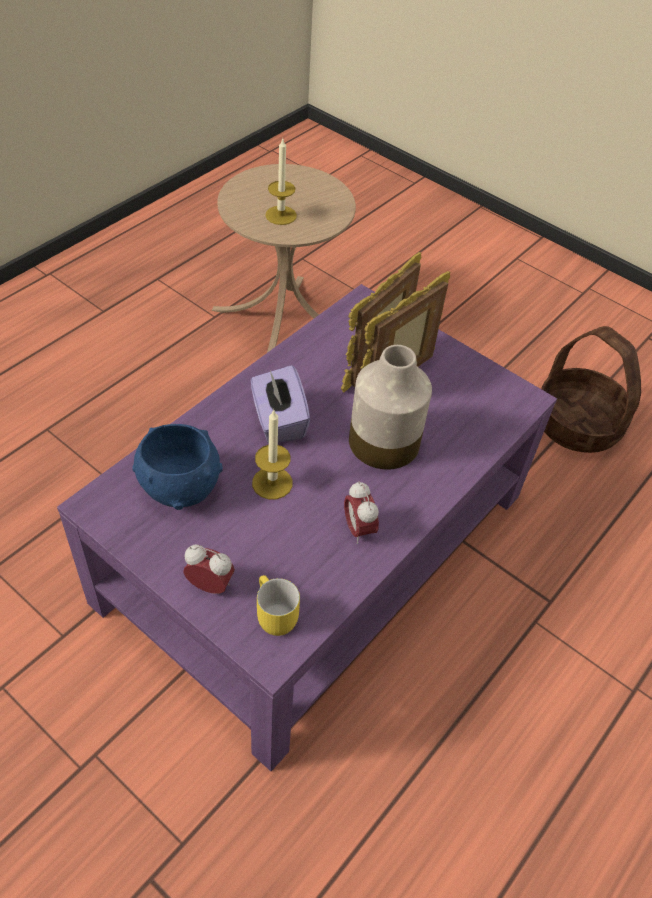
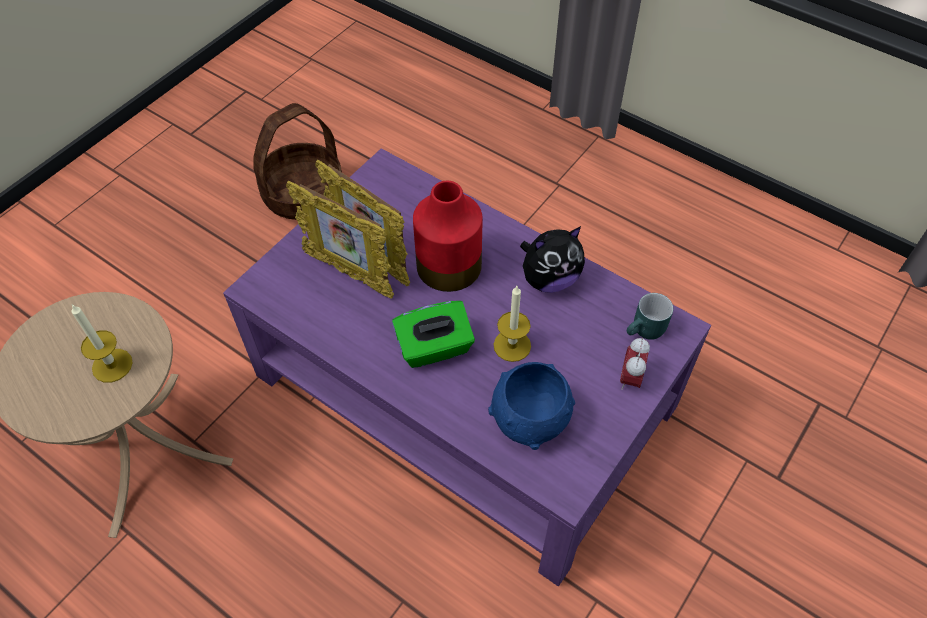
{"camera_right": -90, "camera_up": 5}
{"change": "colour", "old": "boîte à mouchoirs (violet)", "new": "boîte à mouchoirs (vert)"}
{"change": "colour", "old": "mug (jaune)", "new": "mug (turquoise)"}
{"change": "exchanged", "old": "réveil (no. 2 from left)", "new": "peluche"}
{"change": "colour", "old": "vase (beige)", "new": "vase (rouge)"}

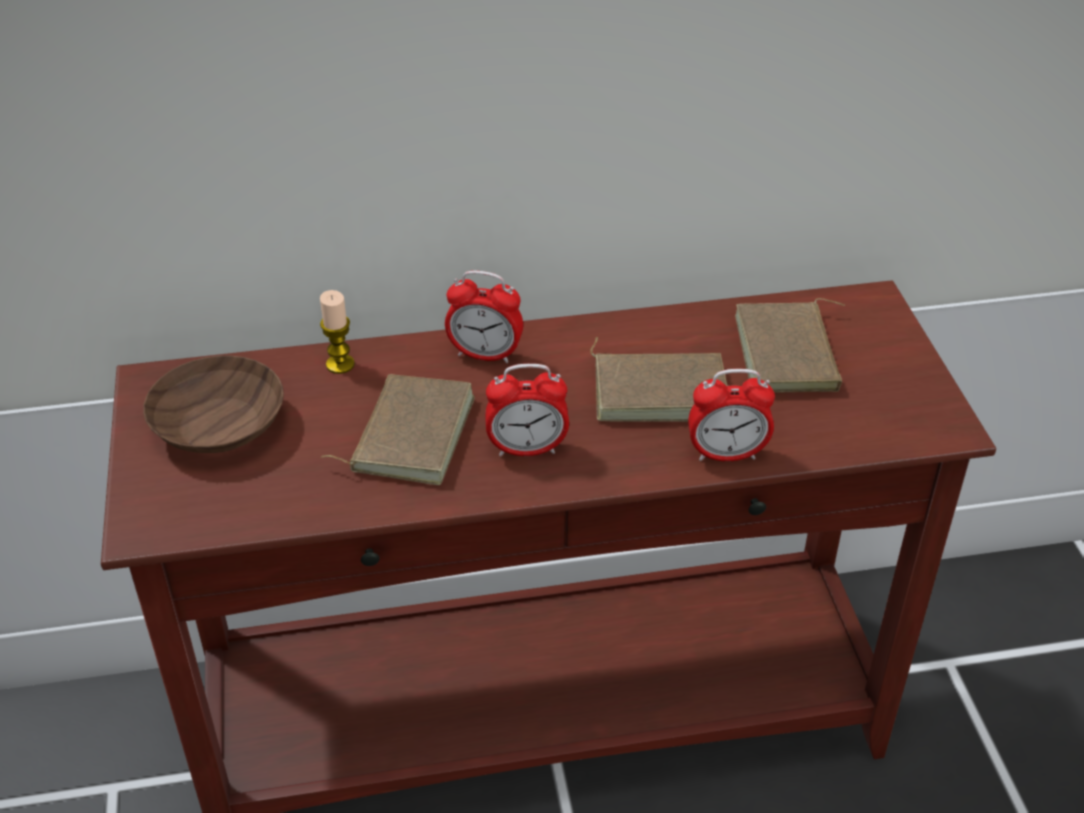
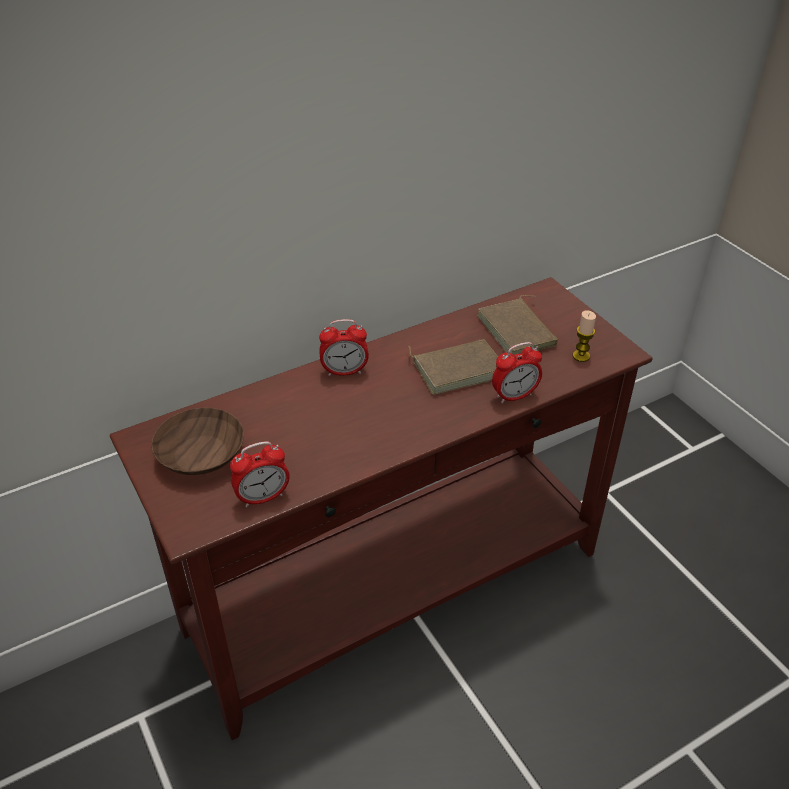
{"camera_right": -20, "camera_up": 0}
{"change": "relocated", "old": "bougie"}
{"change": "missing", "old": "livre (marron) (no. 1 from left)"}
{"change": "relocated", "old": "réveil (no. 2 from left in the first image)", "new": "réveil (no. 1 from left)"}

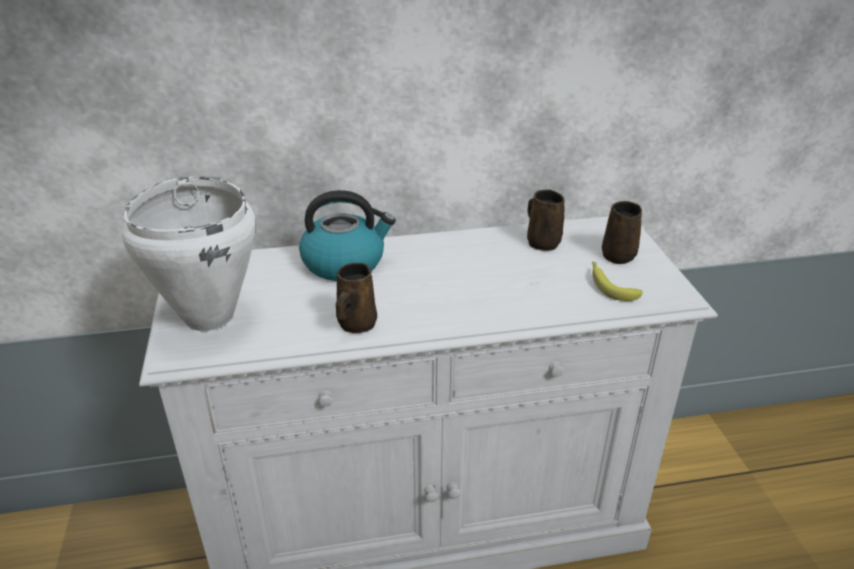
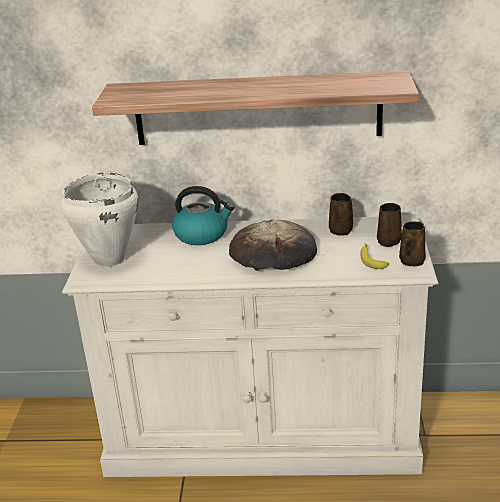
{"camera_right": 15, "camera_up": -5}
{"change": "relocated", "old": "mug (marron) (no. 1 from left in the first image)", "new": "mug (marron) (no. 3 from left)"}
{"change": "appeared", "new": "étagère"}
{"change": "appeared", "new": "pain"}

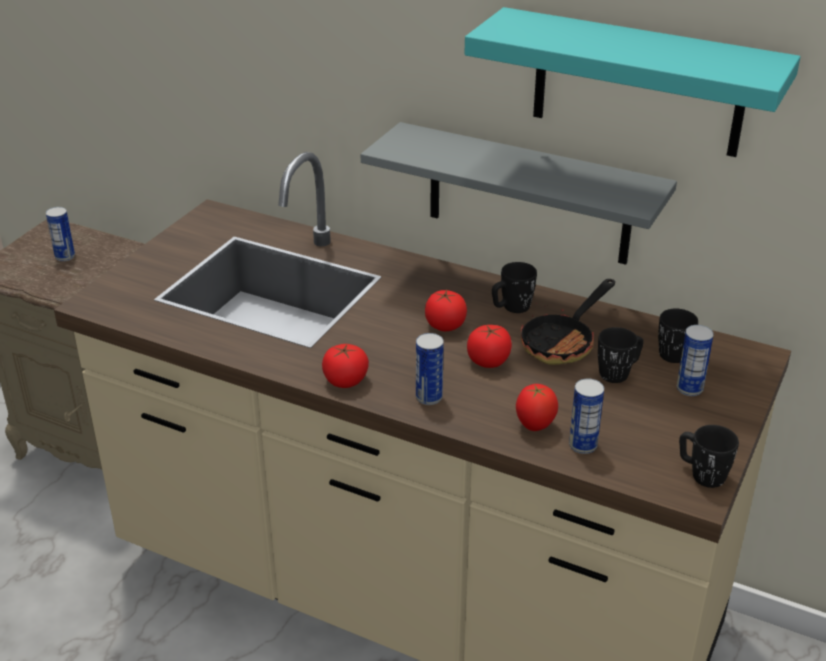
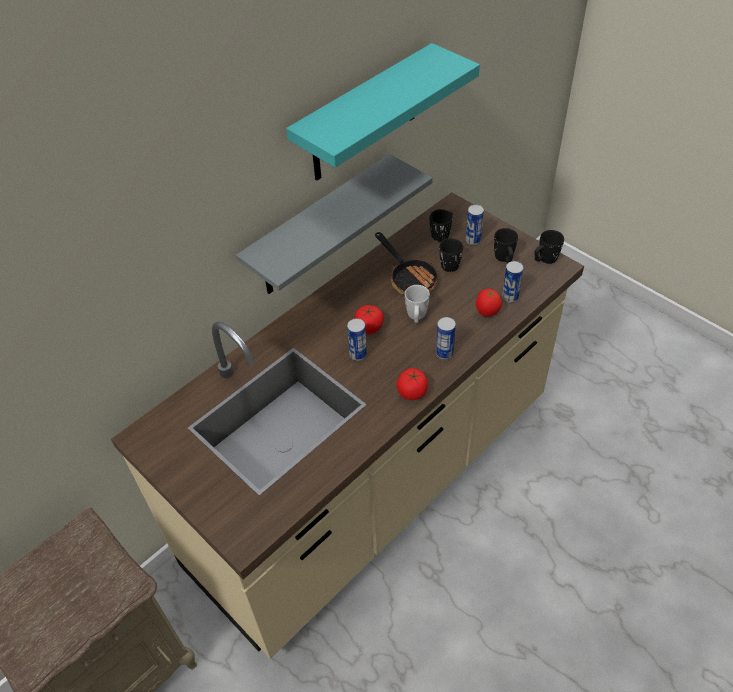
{"camera_right": -70, "camera_up": 15}
{"change": "relocated", "old": "boîte métallique (no. 1 from left)"}
{"change": "exchanged", "old": "tomate (no. 3 from left)", "new": "mug (blanc)"}
{"change": "relocated", "old": "mug (noir) (no. 1 from left in the first image)", "new": "mug (noir) (no. 3 from left)"}

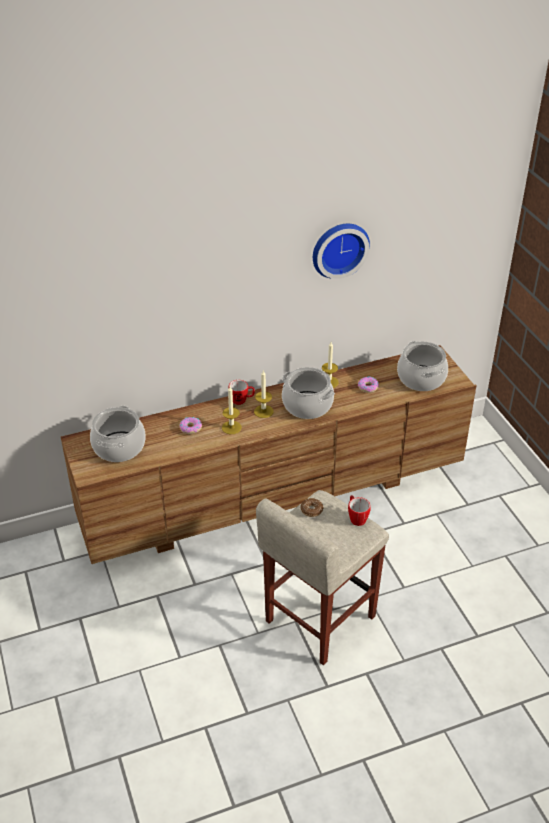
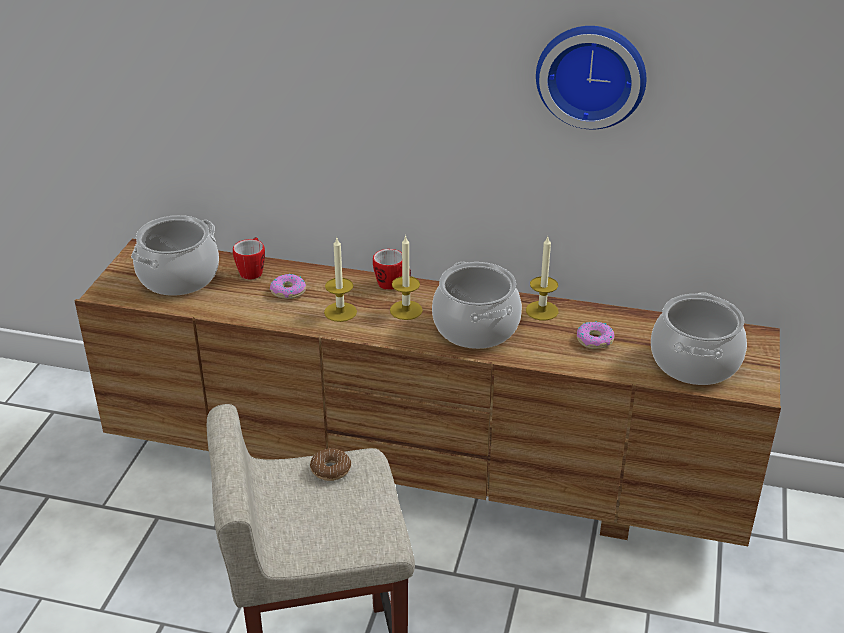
{"camera_right": 35, "camera_up": -5}
{"change": "relocated", "old": "mug (no. 2 from left in the first image)", "new": "mug (no. 1 from left)"}

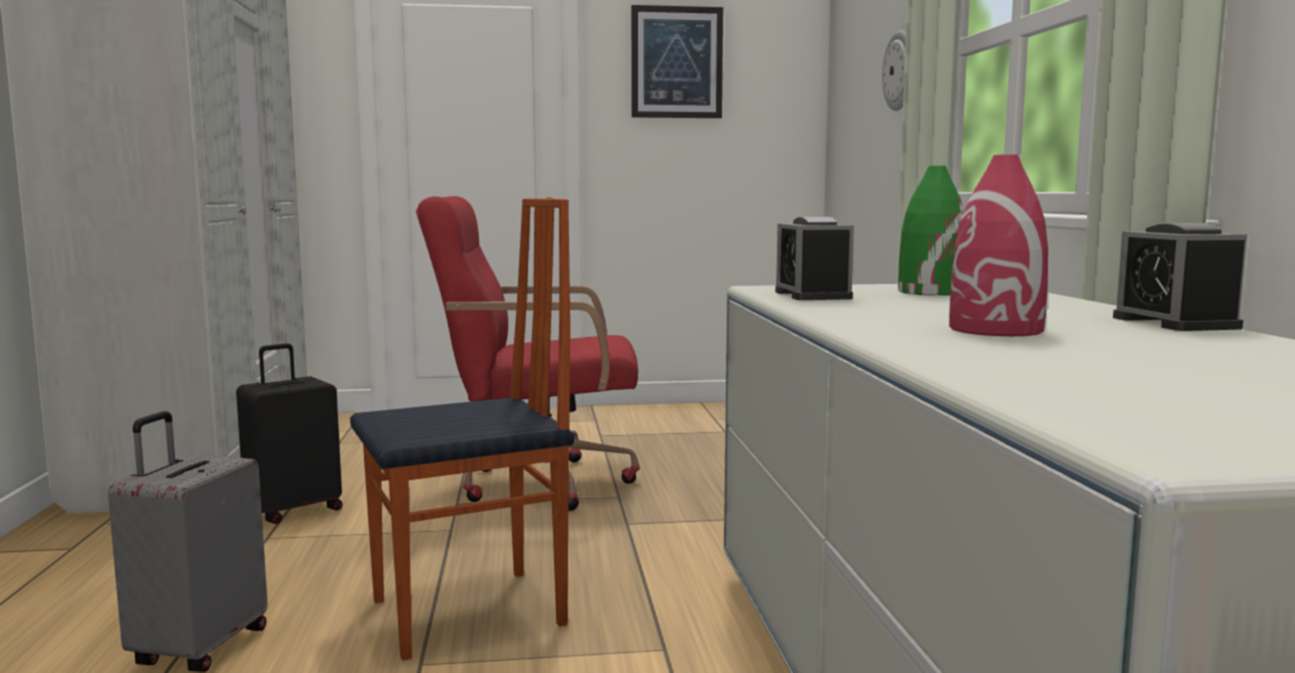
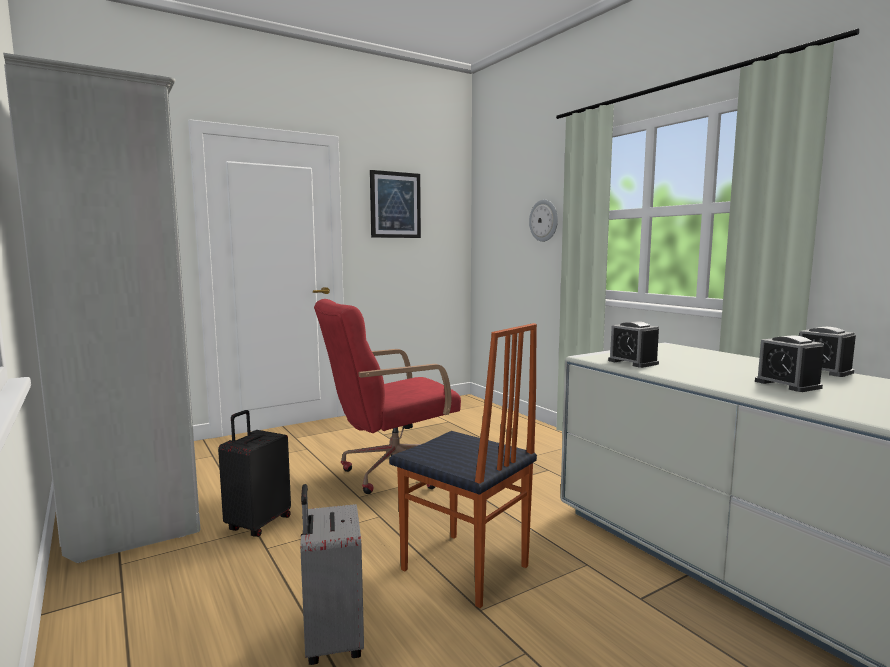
{"camera_right": -25, "camera_up": 0}
{"change": "spun", "old": "chaise", "degrees": 90}
{"change": "missing", "old": "vase (vert)"}
{"change": "exchanged", "old": "vase (rouge)", "new": "réveil (no. 2 from left)"}

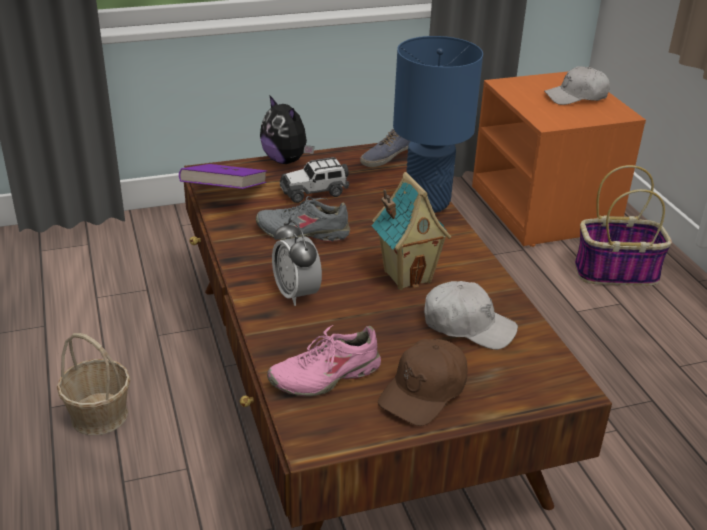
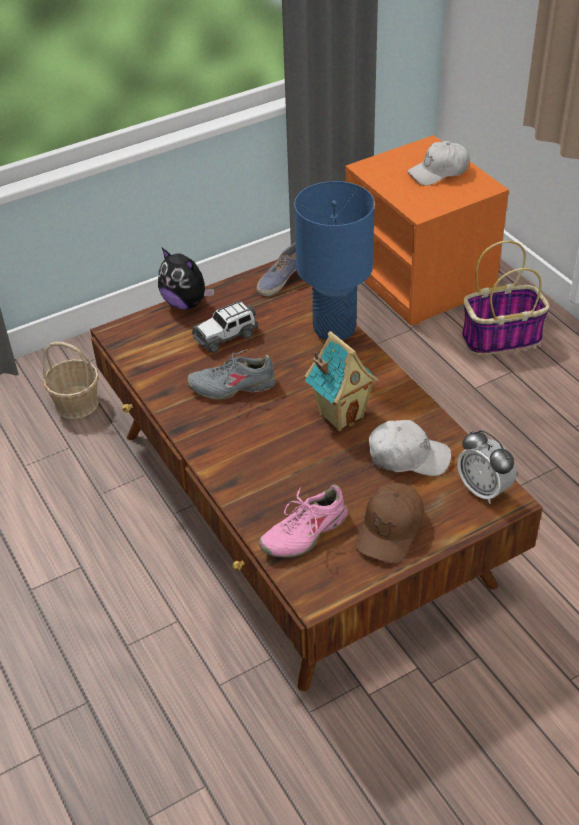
{"camera_right": -10, "camera_up": 10}
{"change": "relocated", "old": "panier (no. 1 from left)"}
{"change": "missing", "old": "livre (violet)"}
{"change": "relocated", "old": "réveil"}

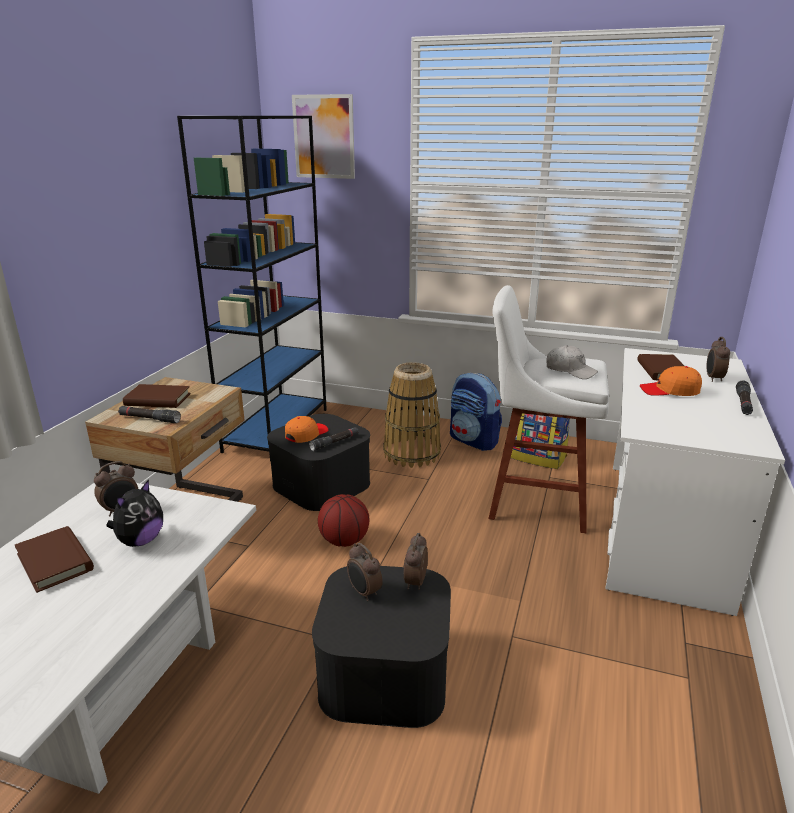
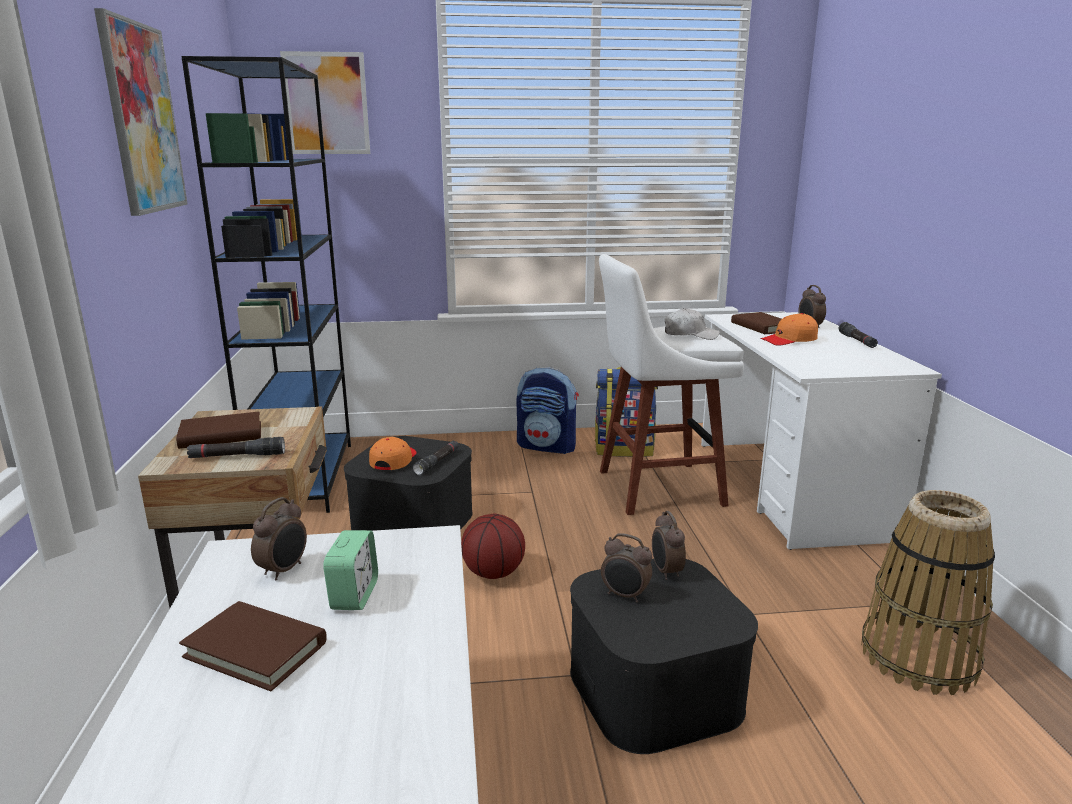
{"camera_right": -25, "camera_up": -5}
{"change": "exchanged", "old": "peluche", "new": "réveil (no. 2 from left)"}
{"change": "relocated", "old": "panier"}
{"change": "appeared", "new": "tableau (no. 1 from left)"}

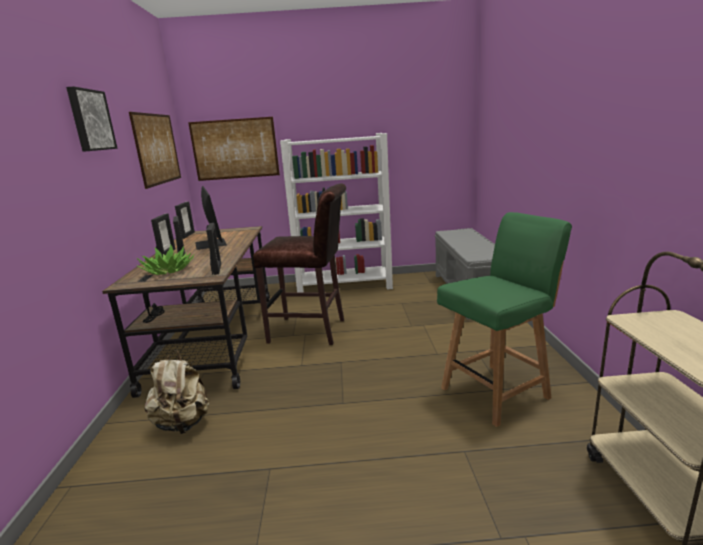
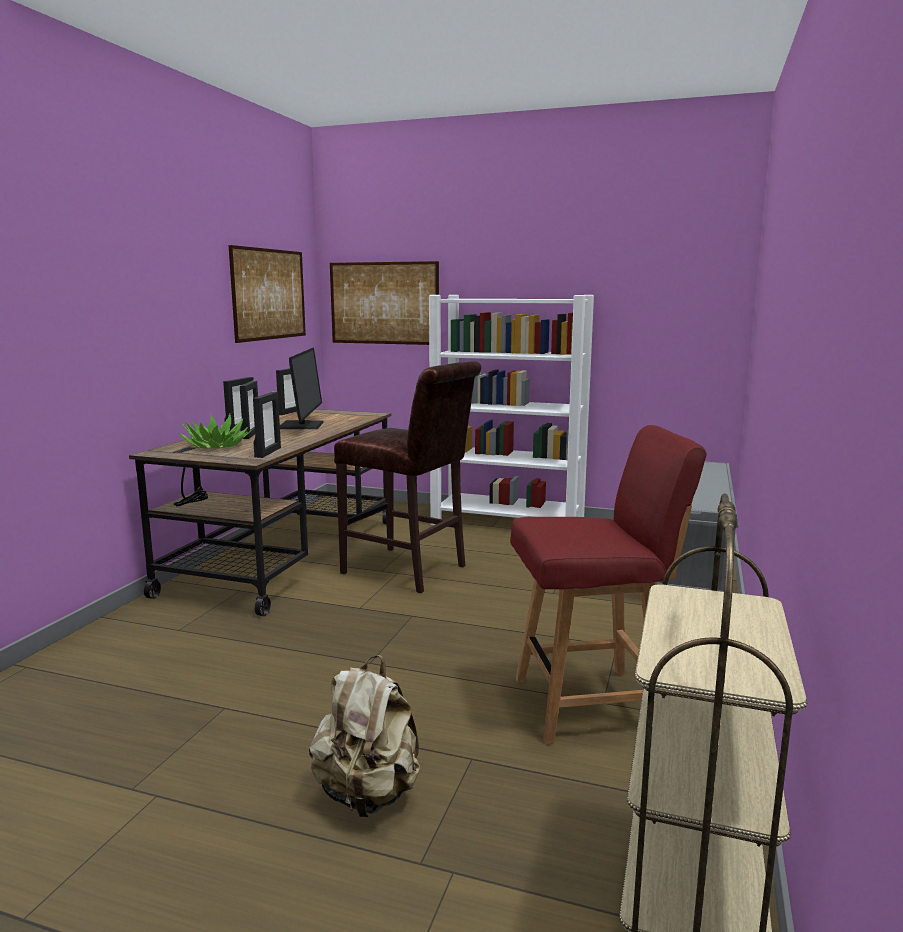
{"camera_right": 20, "camera_up": -5}
{"change": "missing", "old": "tableau (no. 1 from left)"}
{"change": "relocated", "old": "sac à dos (beige)"}
{"change": "colour", "old": "chaise (vert)", "new": "chaise (rouge)"}

